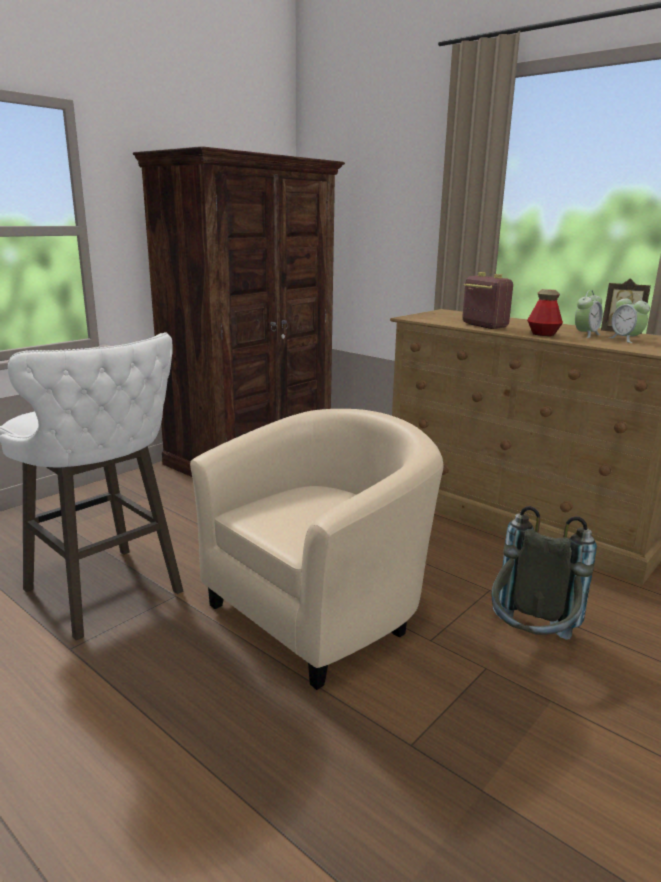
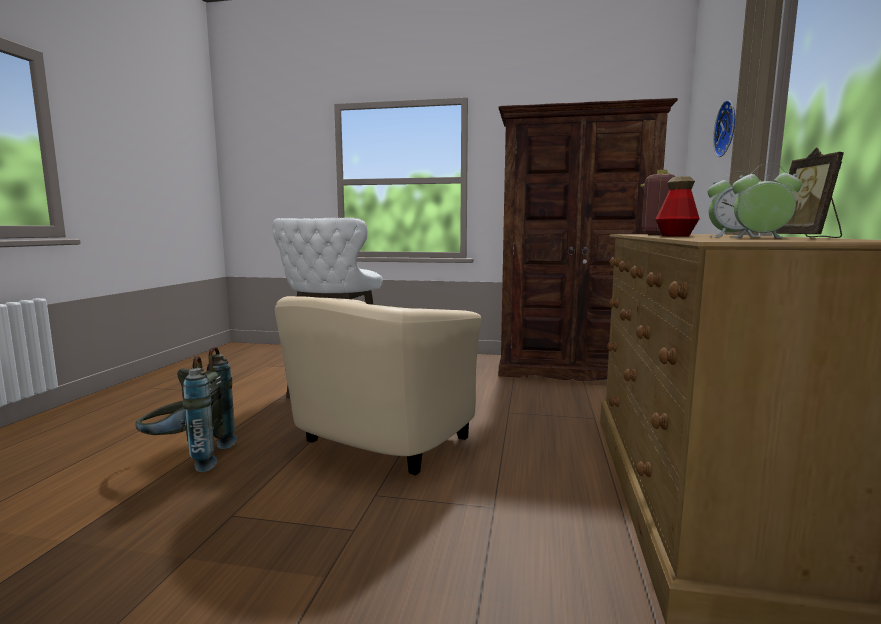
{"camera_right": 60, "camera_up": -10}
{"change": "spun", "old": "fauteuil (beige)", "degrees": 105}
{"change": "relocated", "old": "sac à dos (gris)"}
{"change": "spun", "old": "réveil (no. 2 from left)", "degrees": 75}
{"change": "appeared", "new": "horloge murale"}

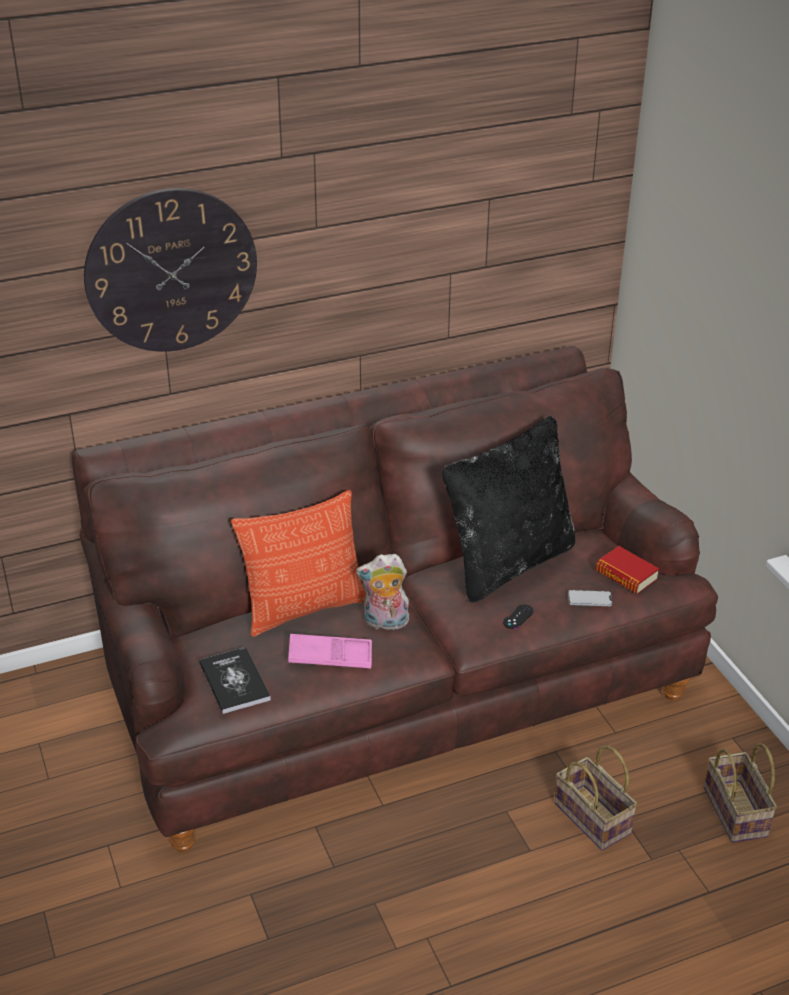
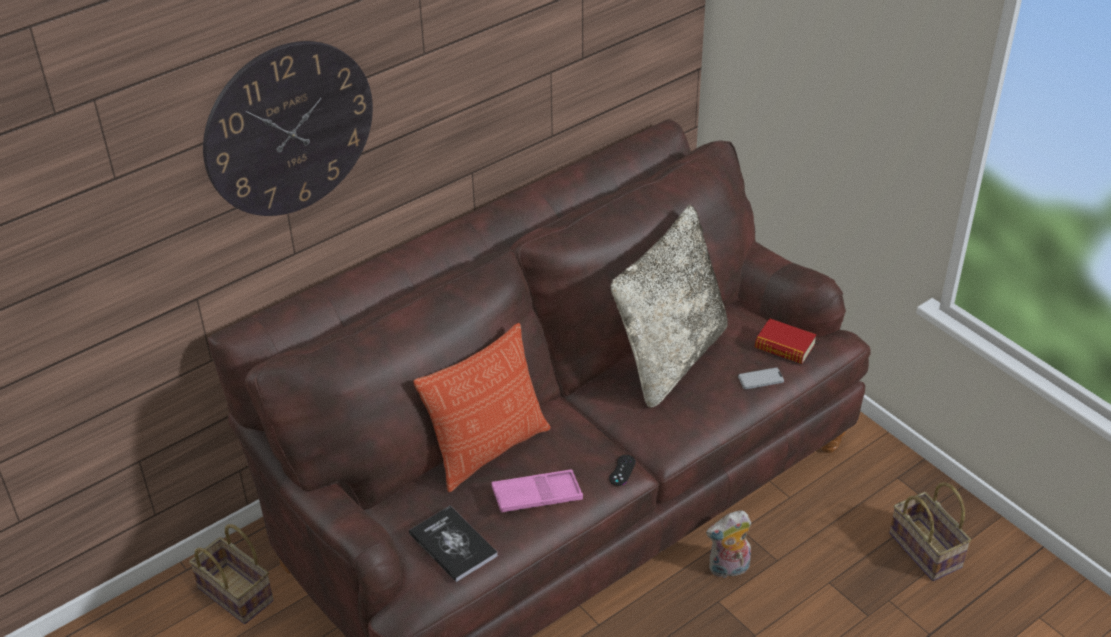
{"camera_right": -15, "camera_up": 5}
{"change": "relocated", "old": "peluche"}
{"change": "colour", "old": "coussin (noir)", "new": "coussin (beige)"}
{"change": "relocated", "old": "manette (noir)"}
{"change": "relocated", "old": "panier (no. 1 from left)"}

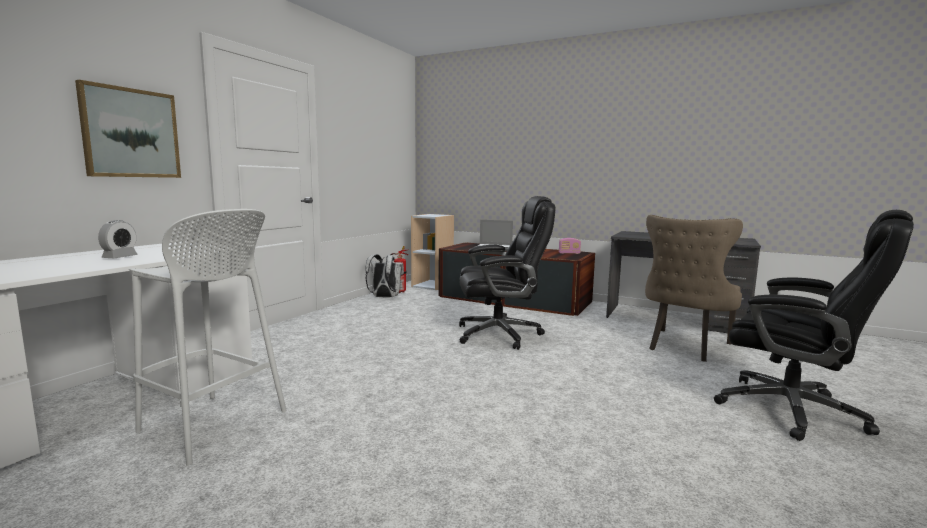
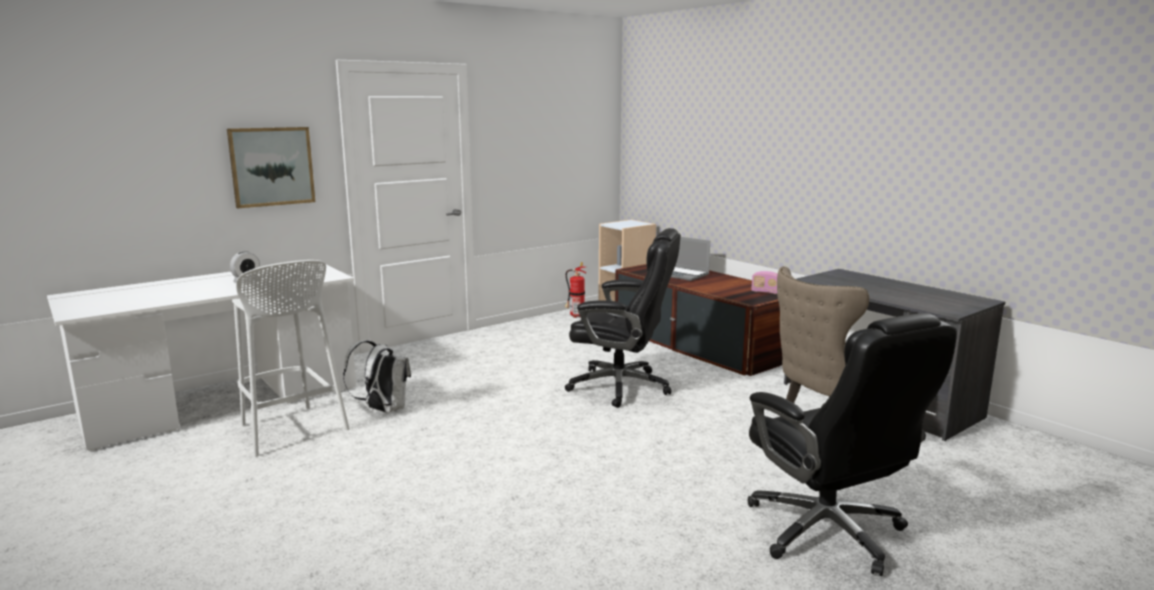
{"camera_right": 25, "camera_up": 5}
{"change": "relocated", "old": "sac à dos (blanc)"}

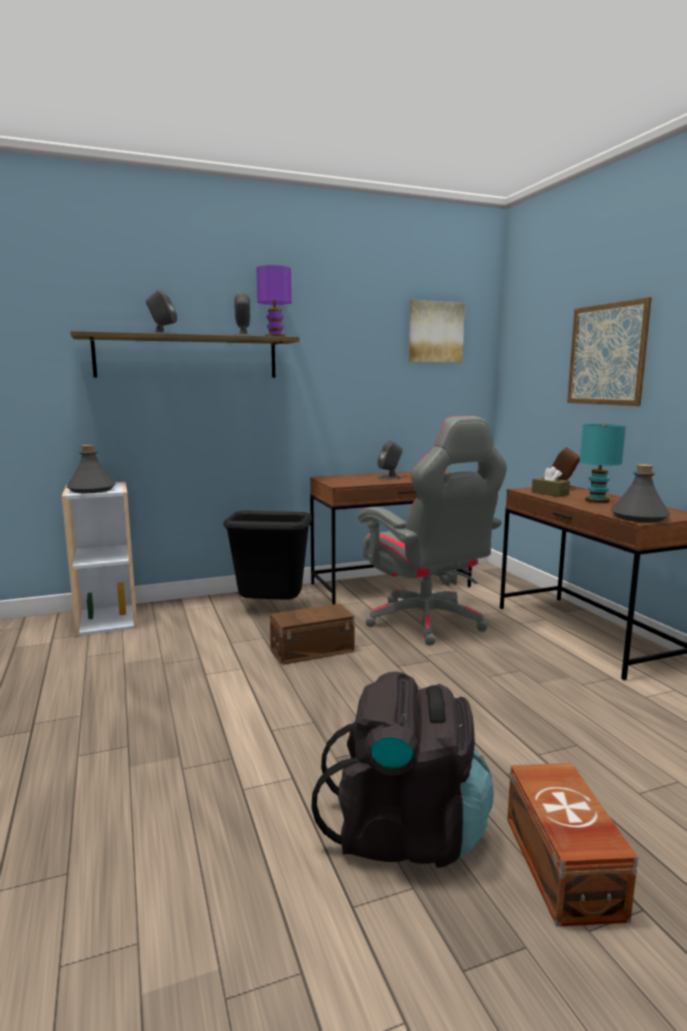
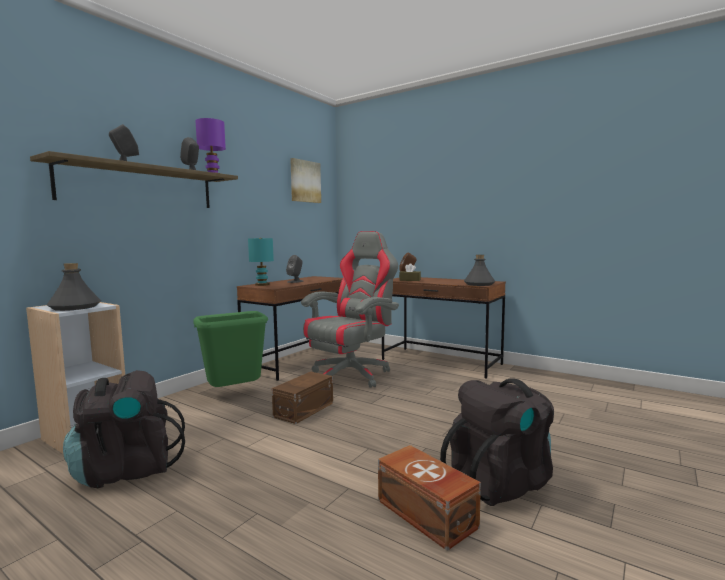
{"camera_right": -35, "camera_up": -5}
{"change": "colour", "old": "poubelle (noir)", "new": "poubelle (vert)"}
{"change": "spun", "old": "chaise de bureau (gris)", "degrees": -75}
{"change": "relocated", "old": "boîte de rangement (marron) (no. 2 from left)"}
{"change": "missing", "old": "tableau (no. 2 from left)"}
{"change": "relocated", "old": "lampe de table (turquoise)"}
{"change": "appeared", "new": "sac à dos (noir) (no. 1 from left)"}

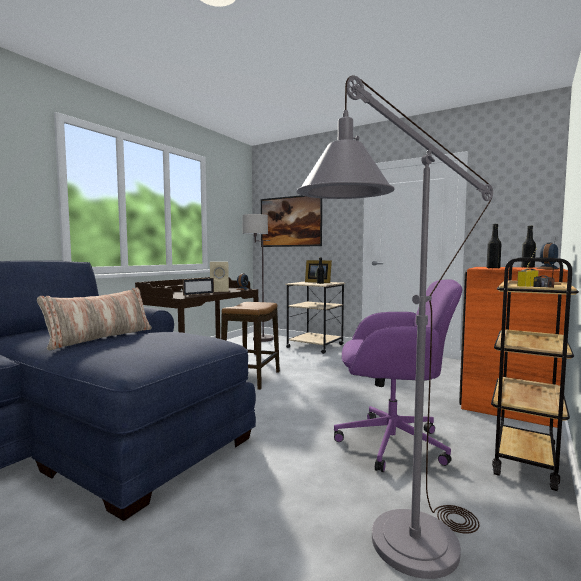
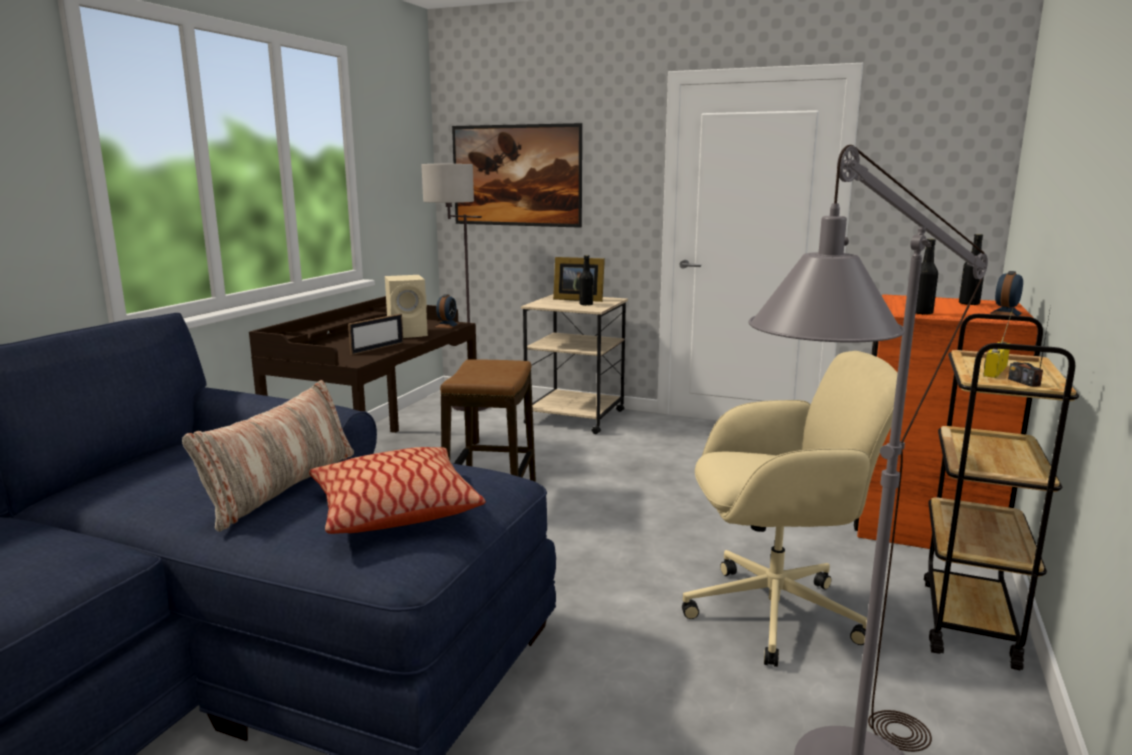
{"camera_right": -10, "camera_up": 10}
{"change": "colour", "old": "chaise de bureau (violet)", "new": "chaise de bureau (beige)"}
{"change": "appeared", "new": "coussin (no. 2 from left)"}

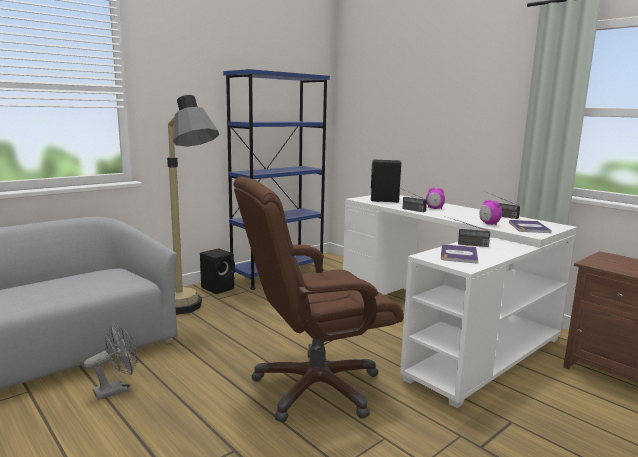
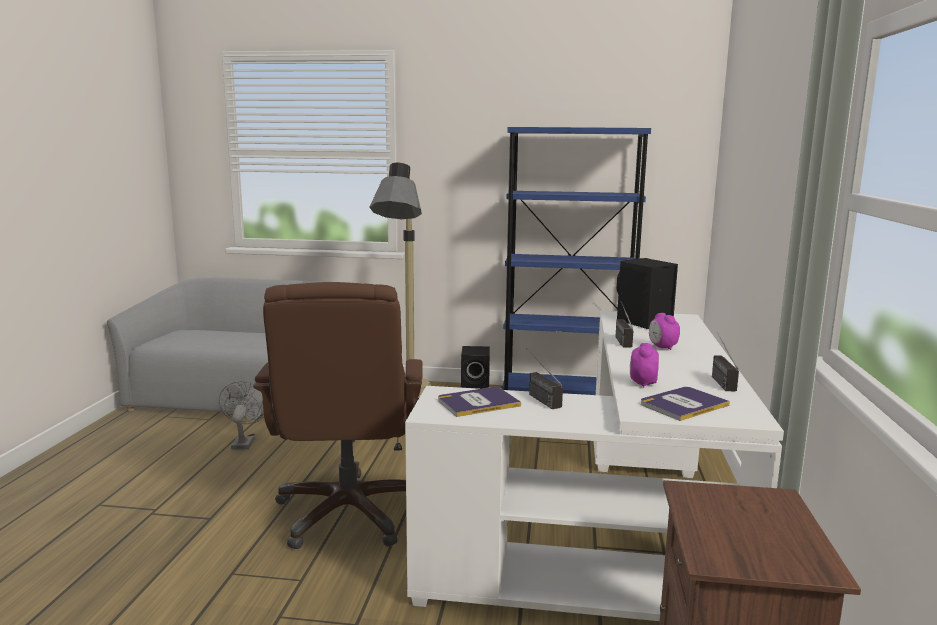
{"camera_right": 50, "camera_up": 0}
{"change": "spun", "old": "ventilateur (gris)", "degrees": -105}
{"change": "spun", "old": "chaise de bureau (marron)", "degrees": -120}

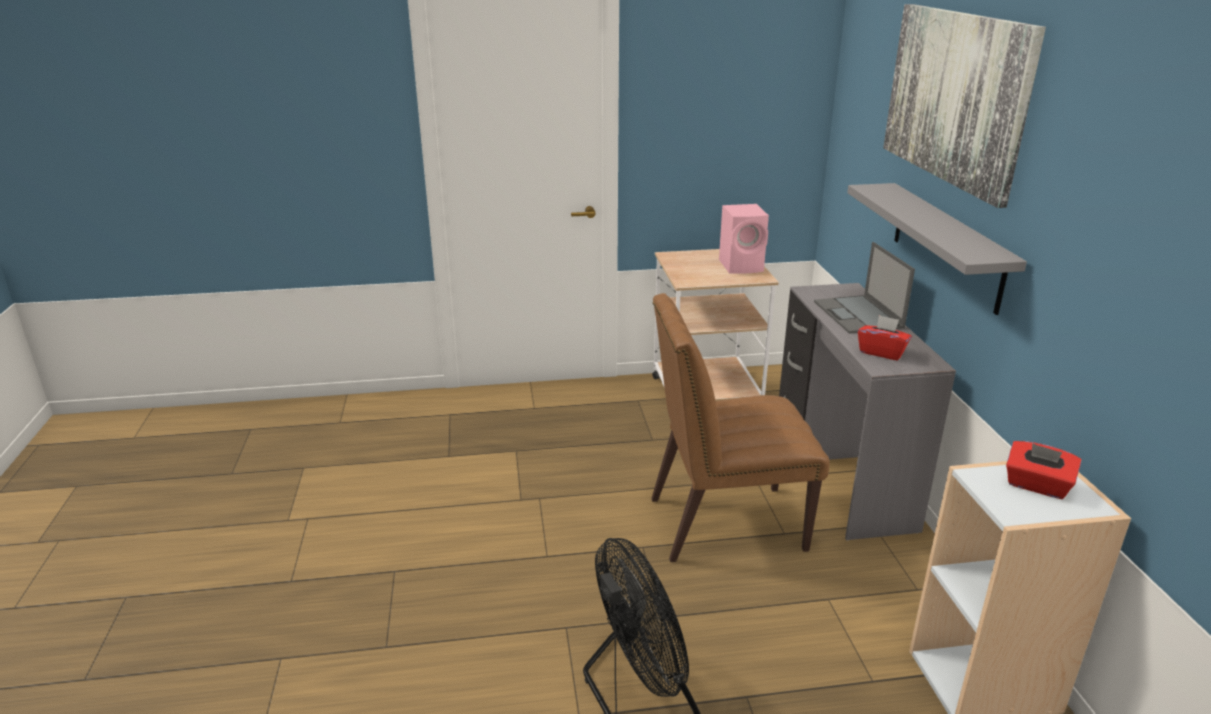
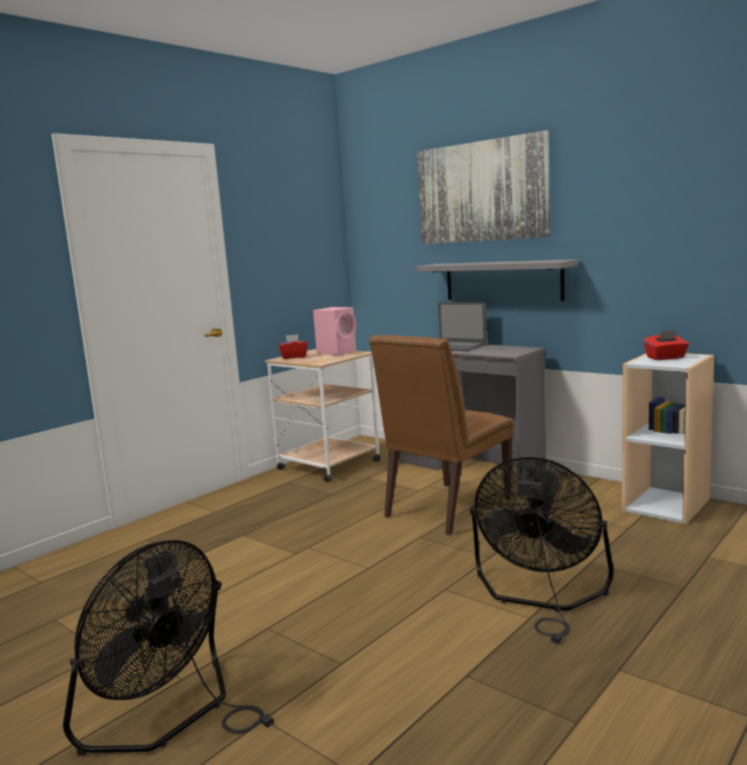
{"camera_right": -40, "camera_up": -15}
{"change": "relocated", "old": "boîte à mouchoirs (rouge) (no. 1 from left)"}
{"change": "appeared", "new": "ventilateur (noir) (no. 1 from left)"}

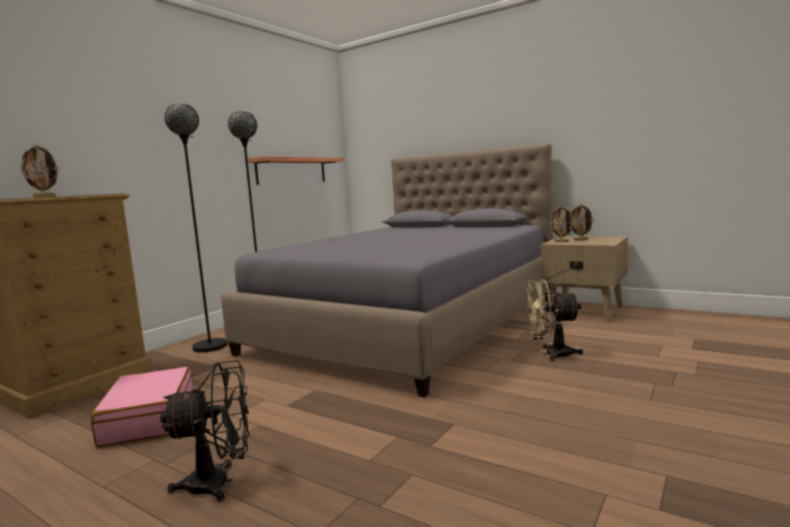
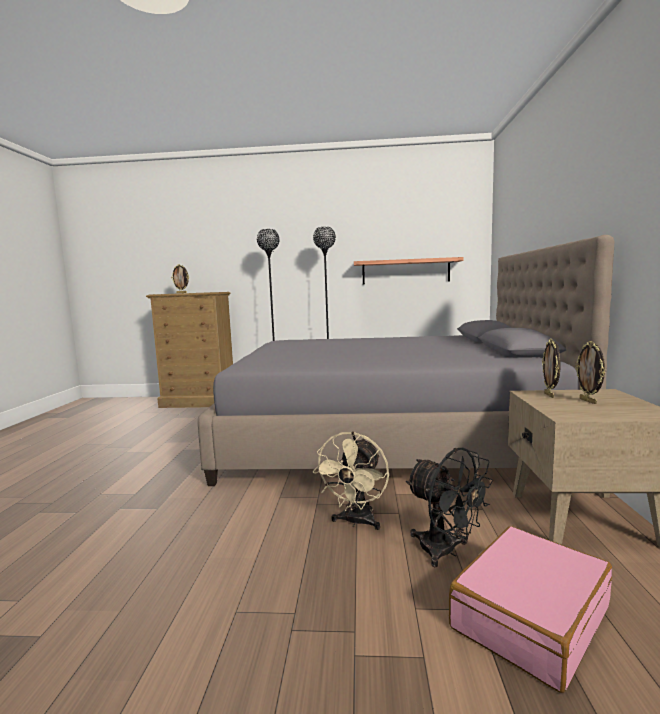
{"camera_right": 60, "camera_up": 0}
{"change": "relocated", "old": "valise (rose)"}
{"change": "relocated", "old": "ventilateur (noir)"}
{"change": "spun", "old": "ventilateur (beige)", "degrees": -135}

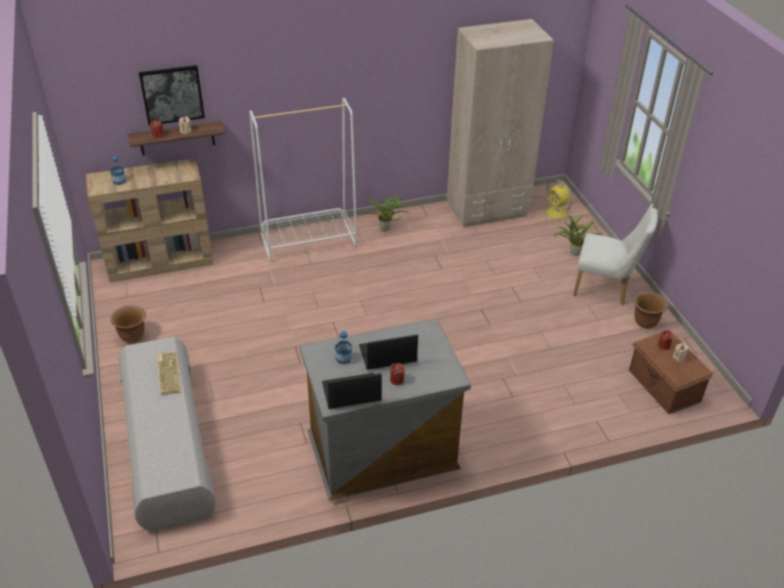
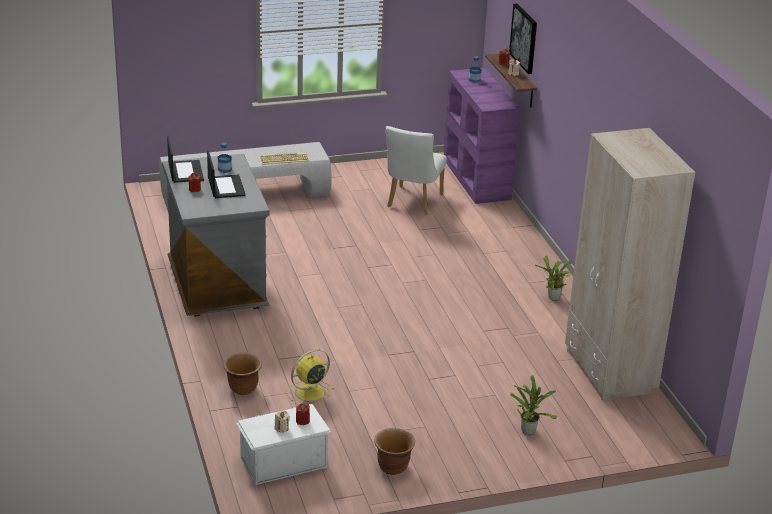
{"camera_right": 90, "camera_up": -10}
{"change": "colour", "old": "bibliothèque (marron)", "new": "bibliothèque (violet)"}
{"change": "relocated", "old": "cache-pot (marron) (no. 1 from left)"}
{"change": "missing", "old": "portant (blanc)"}
{"change": "relocated", "old": "ventilateur (jaune)"}
{"change": "relocated", "old": "chaise (blanc)"}
{"change": "colour", "old": "boîte de rangement (marron)", "new": "boîte de rangement (blanc)"}

